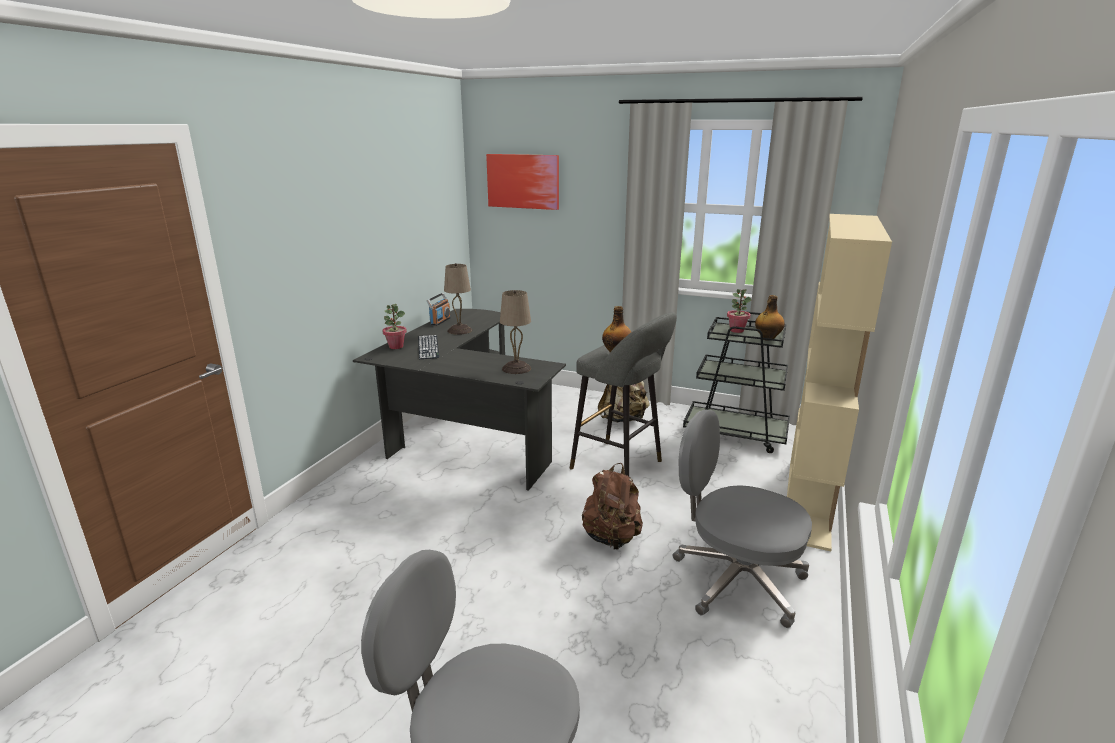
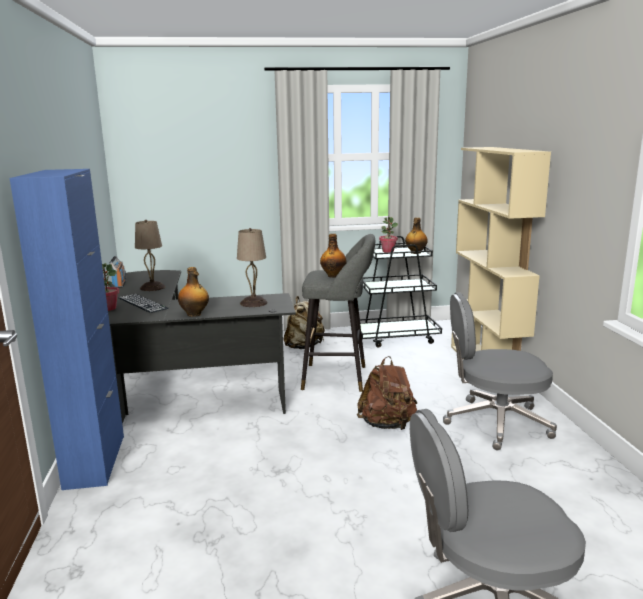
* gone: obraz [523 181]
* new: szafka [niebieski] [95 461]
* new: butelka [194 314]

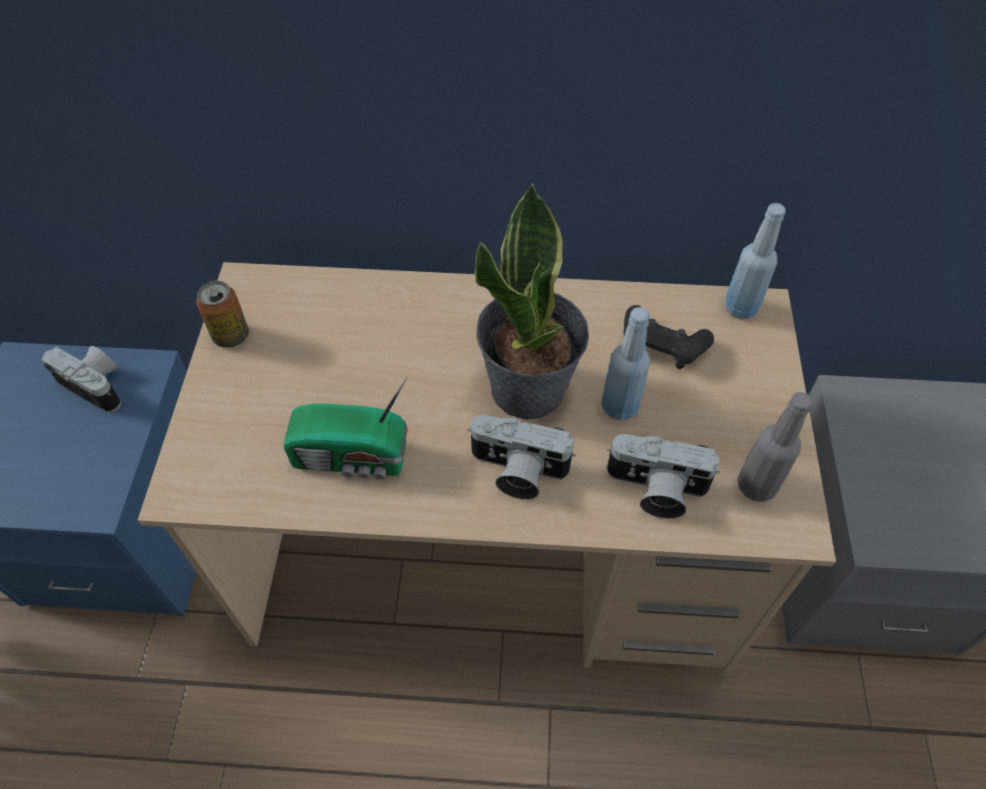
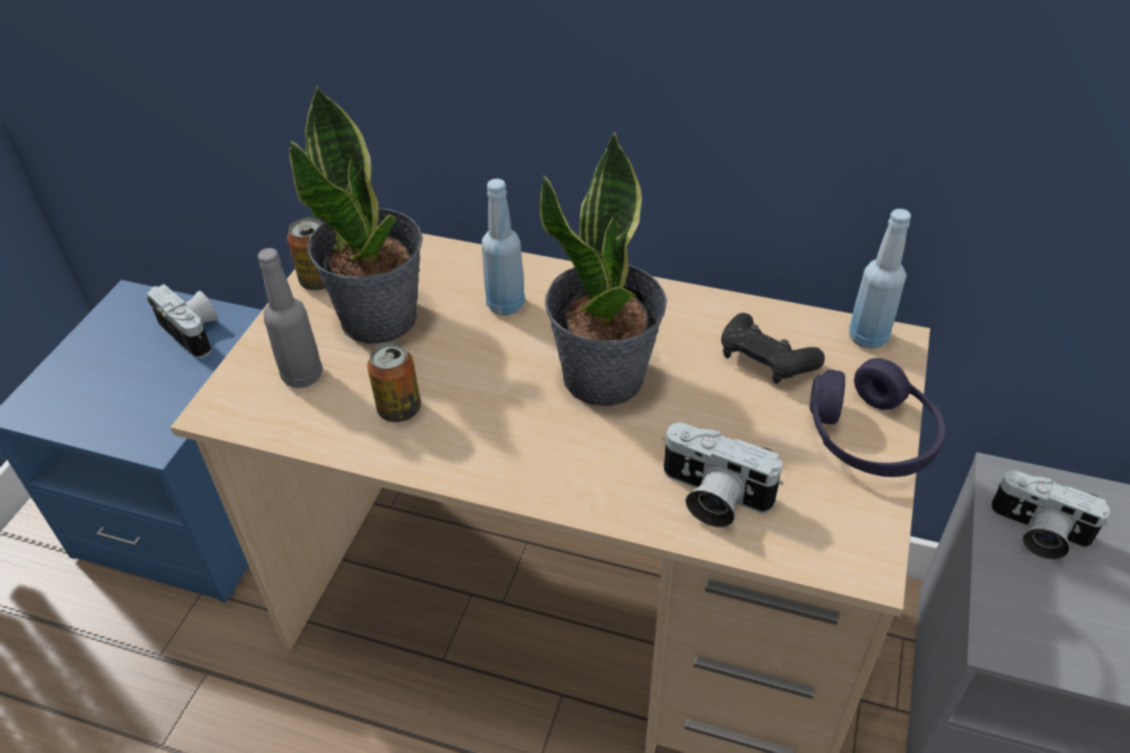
* shifted: butelka [niebieski] [619 406] to [505 305]
* swapped: radio [353 458] to puszka [399 409]
* shifted: butelka [szary] [756 486] to [303 376]
* shifted: aparat fotograficzny [516 471] to [1037 533]
* new: roślina doniczkowa [380 317]
* new: słuchawki [fioletowy] [870 437]

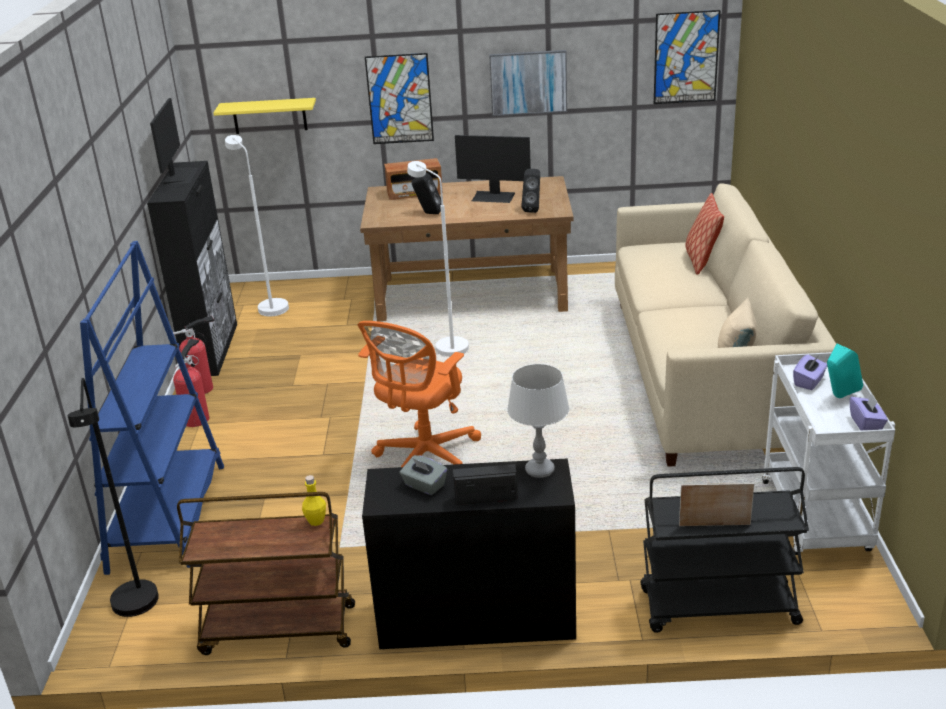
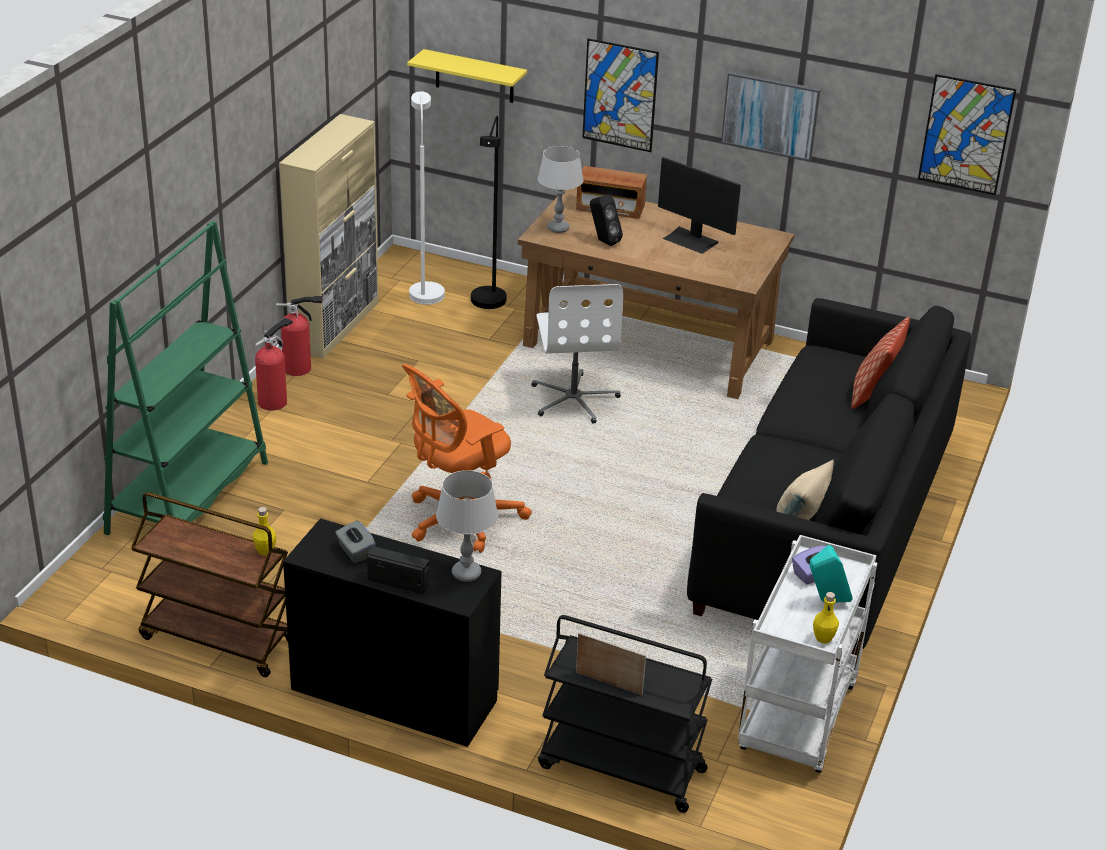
* gone: monitor [179 175]
* repainted: szafka [czarny] [212 349] to szafka [beżowy] [335 325]
* swapped: lampa stojąca [biały] [446 345] to krzesło biurowe [biały] [574 399]
* gone: głośnik [czarny] [533 209]
* repainted: kanapa [beżowy] [706 373] to kanapa [czarny] [827 525]
* repainted: regał [niebieski] [168 517] to regał [zielony] [188 497]
* shifted: lampa stojąca [czarny] [137 609] to [488 305]
* swapped: pudełko chusteczek [fioletowy] [866 424] to butelka [żółty] [823 638]
* new: lampa stołowa [szary] [558 228]

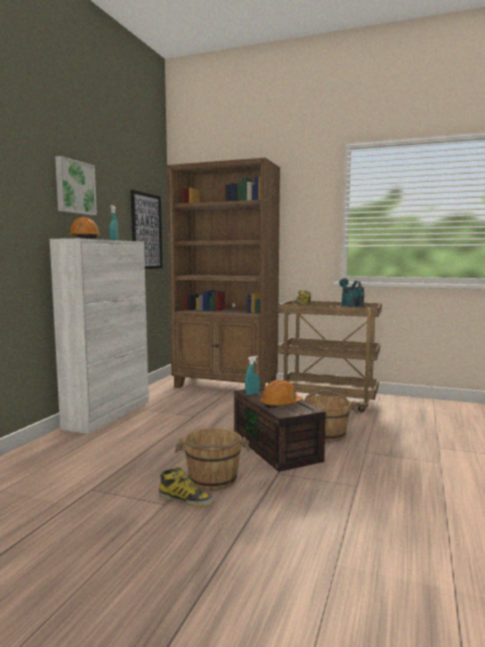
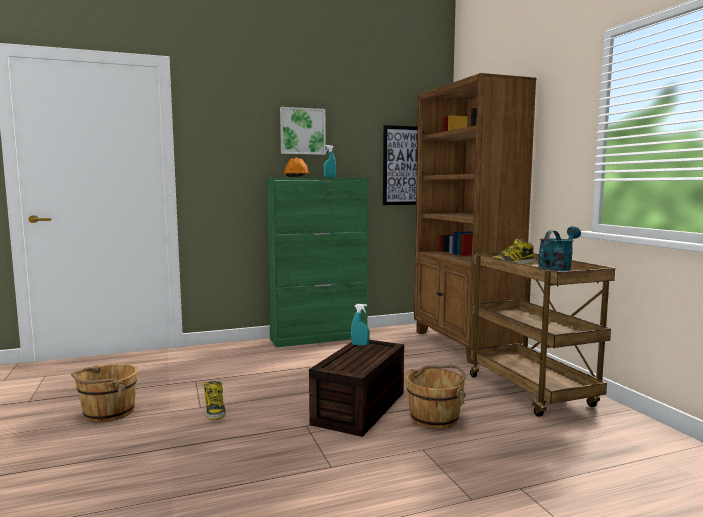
* repainted: szafka [biały] [109 414] to szafka [zielony] [319 338]
* gone: kask [pomarańczowy] [280 404]
* shifted: wiadro [brązowy] [213 479] to [108 412]

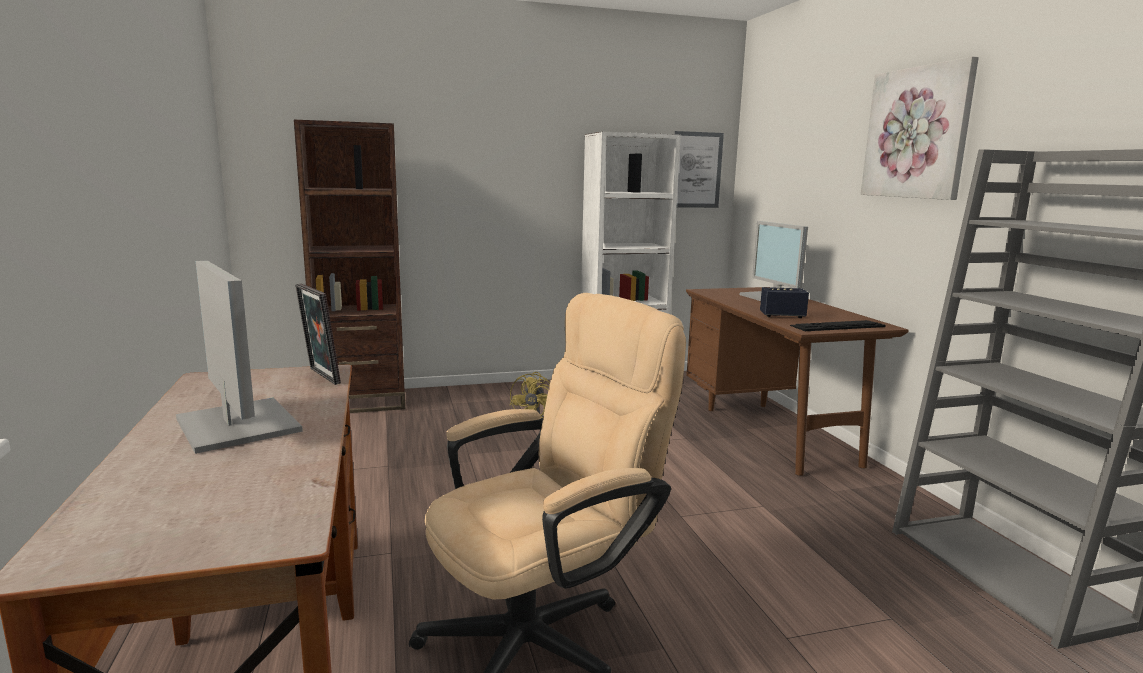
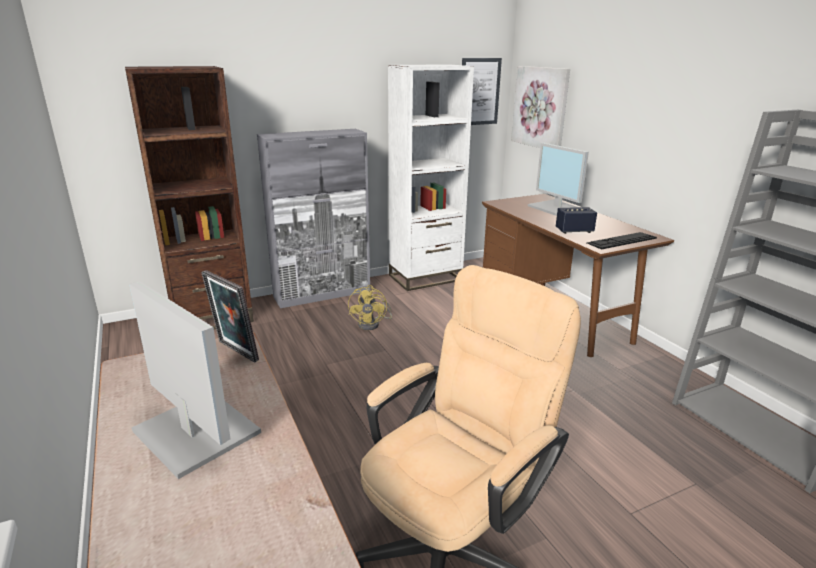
* shifted: obraz [917 133] to [540 107]
* new: szafka [szary] [323 294]

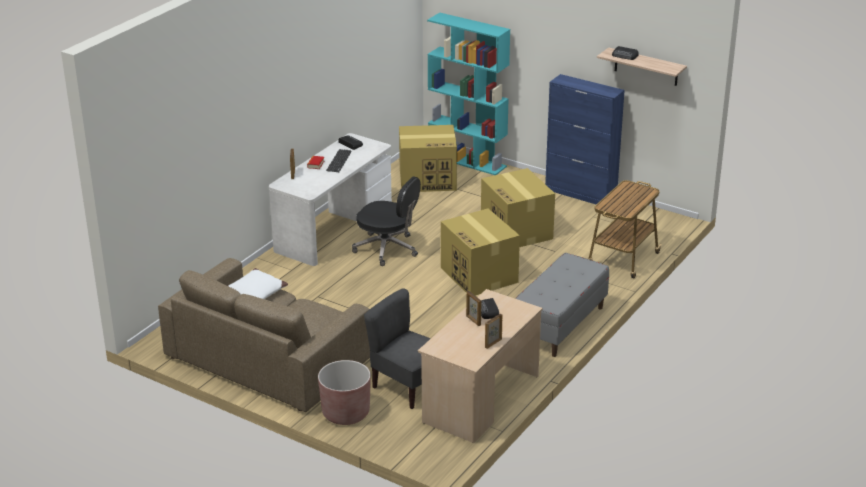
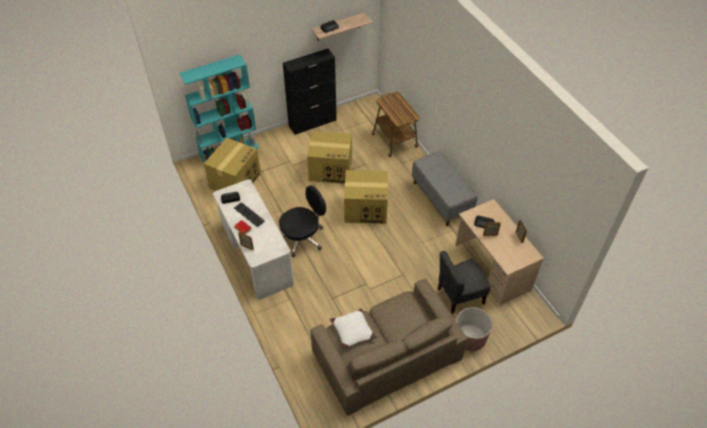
* repainted: szafka [niebieski] [581 194] to szafka [czarny] [313 123]

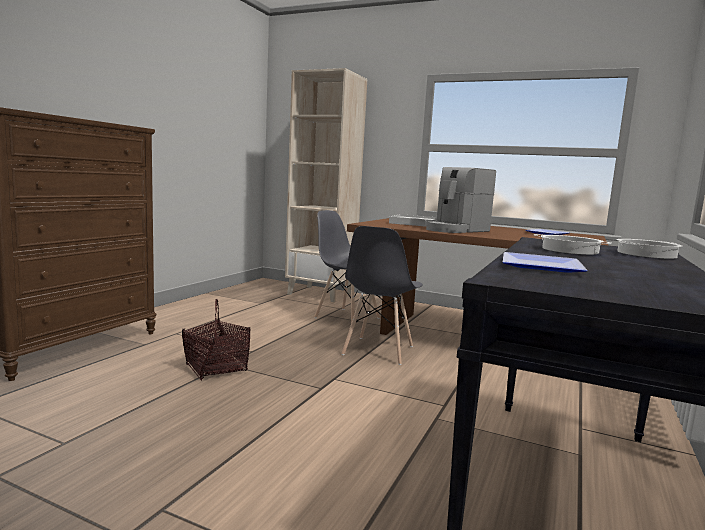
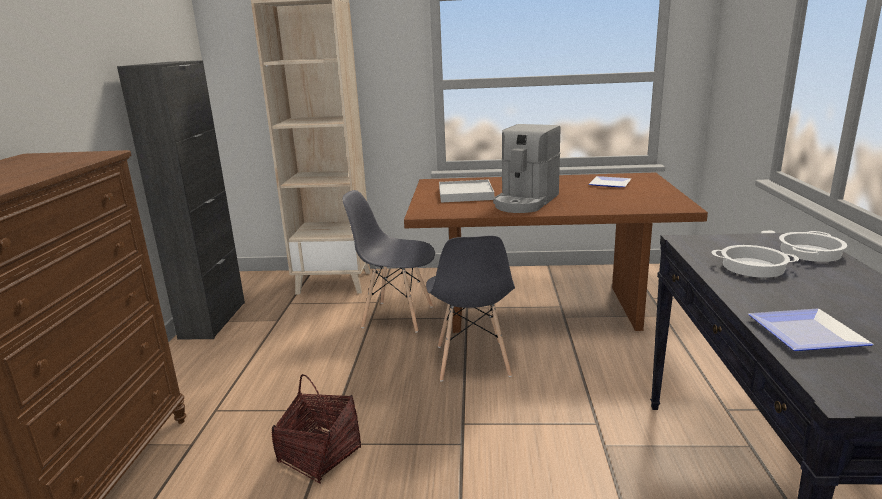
* new: szafka [czarny] [213 320]

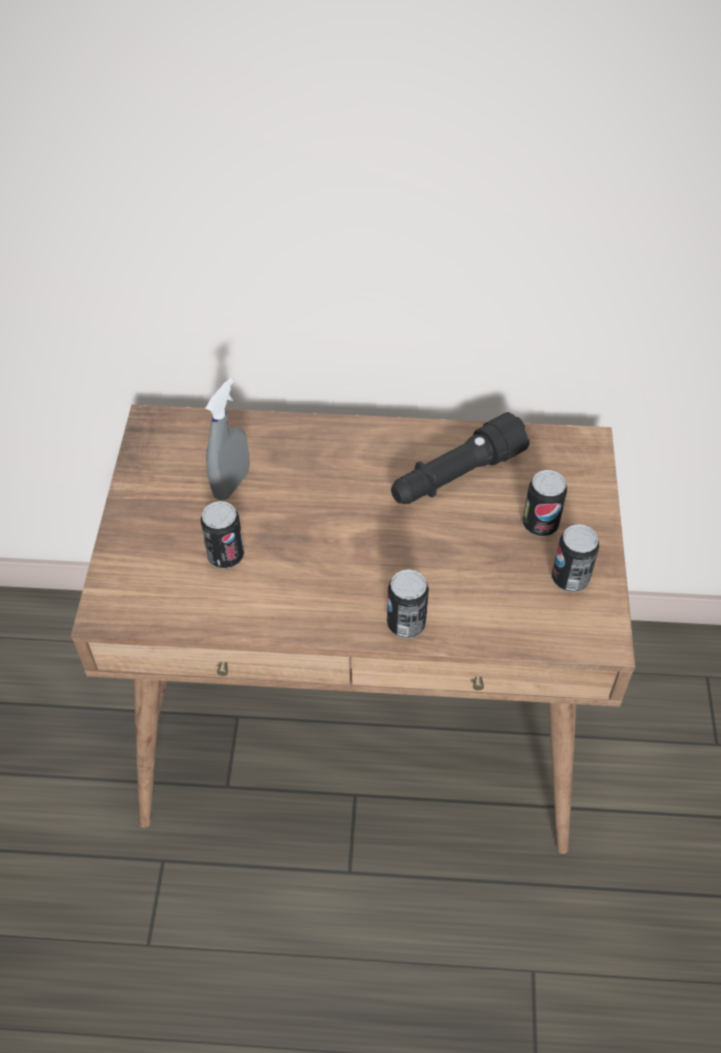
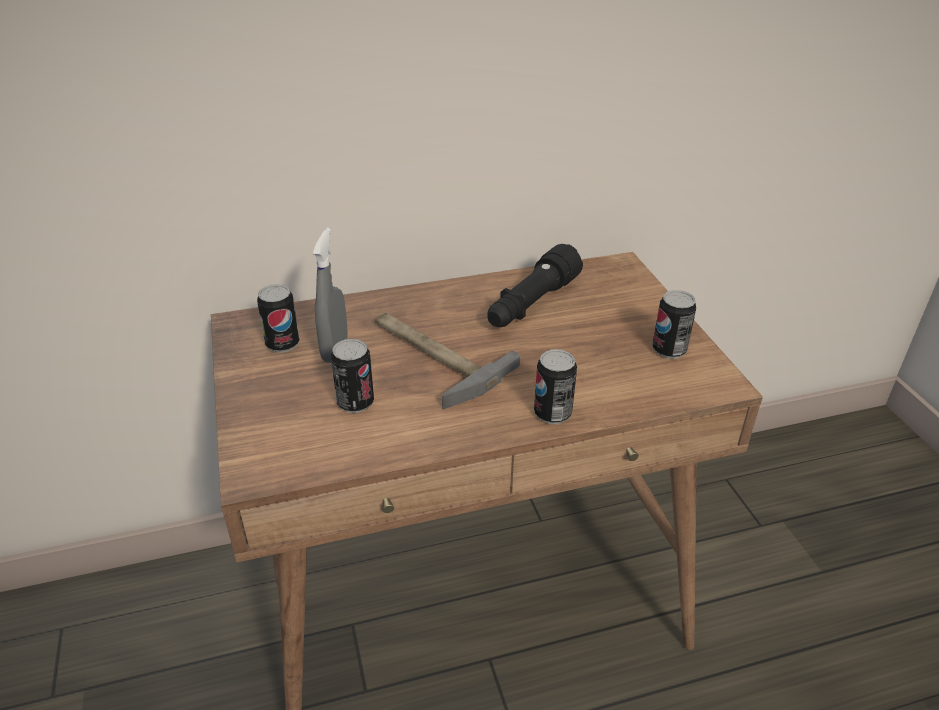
* shifted: puszka [540 524] to [283 344]
* new: młotek [431 356]

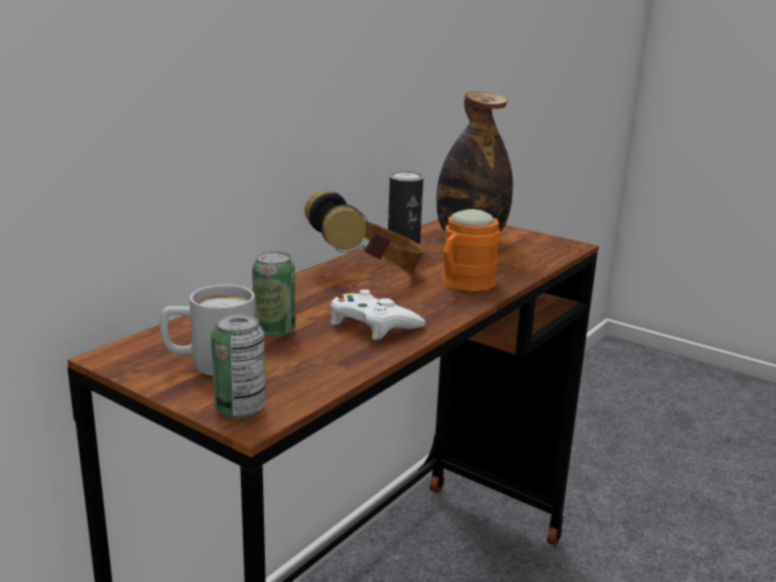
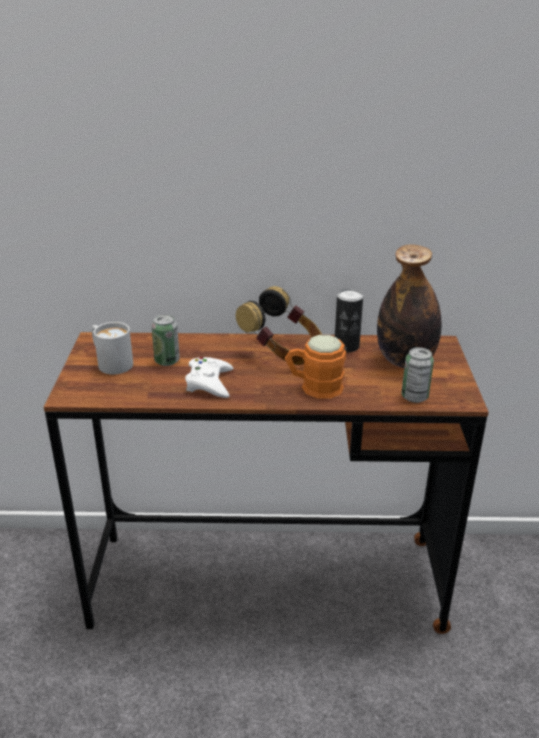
* shifted: puszka [240 408] to [414 397]

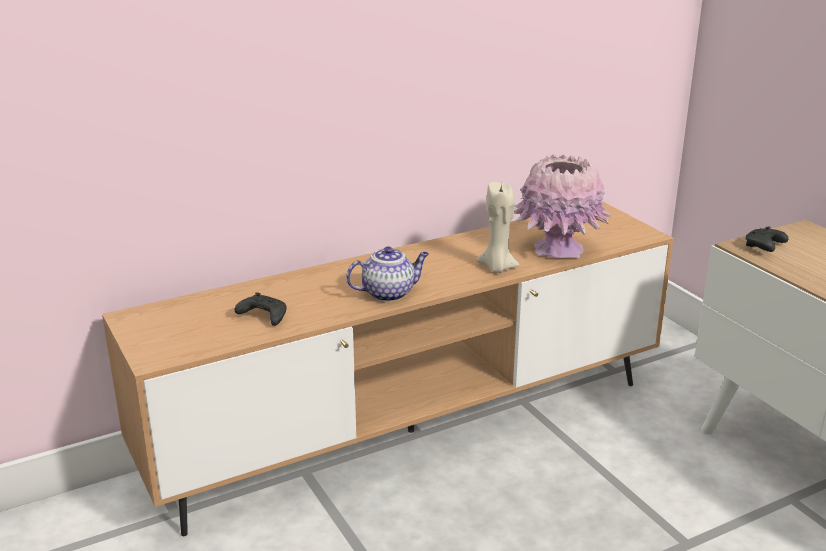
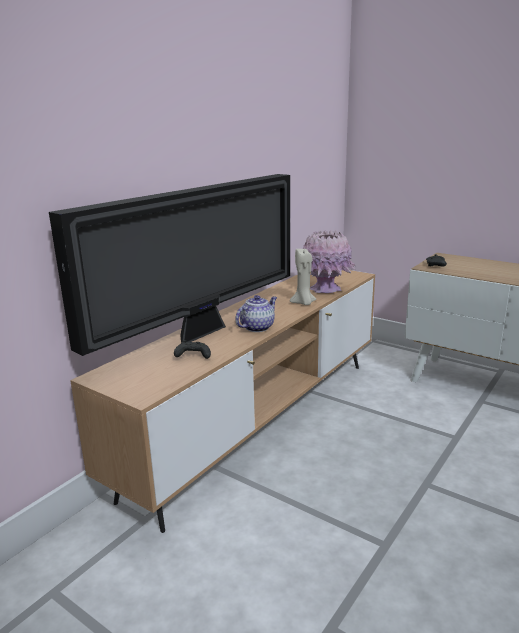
* new: telewizor [202 332]

